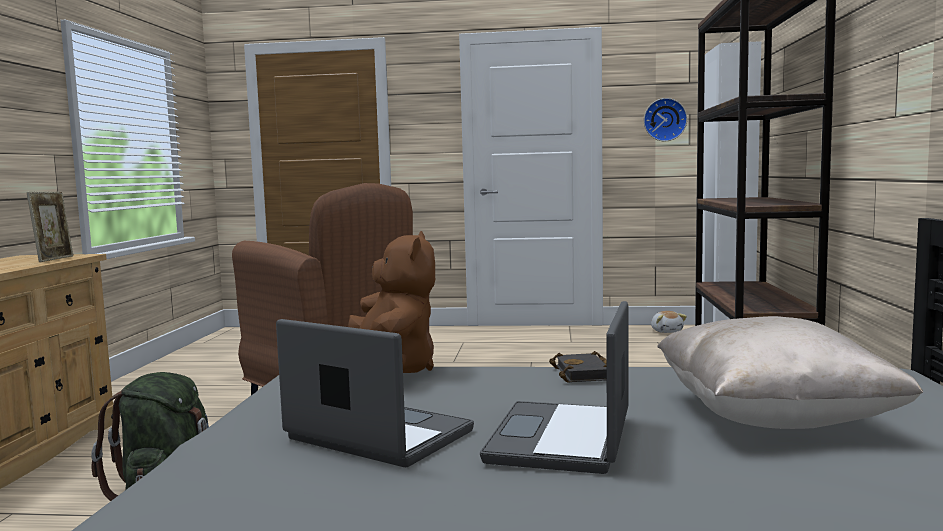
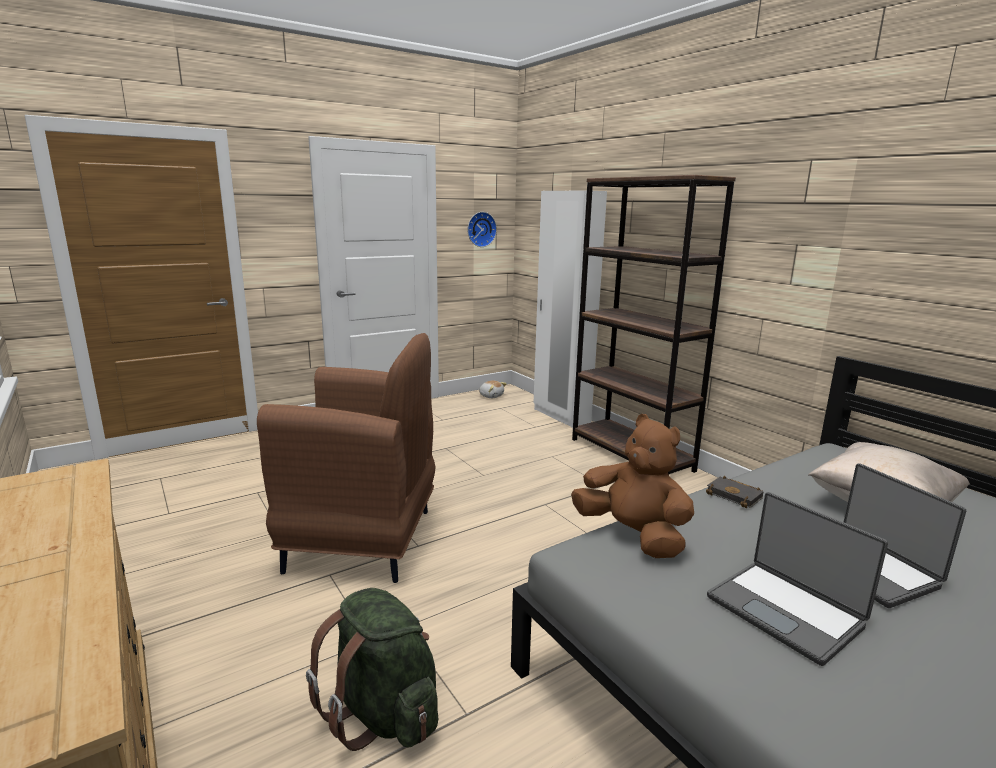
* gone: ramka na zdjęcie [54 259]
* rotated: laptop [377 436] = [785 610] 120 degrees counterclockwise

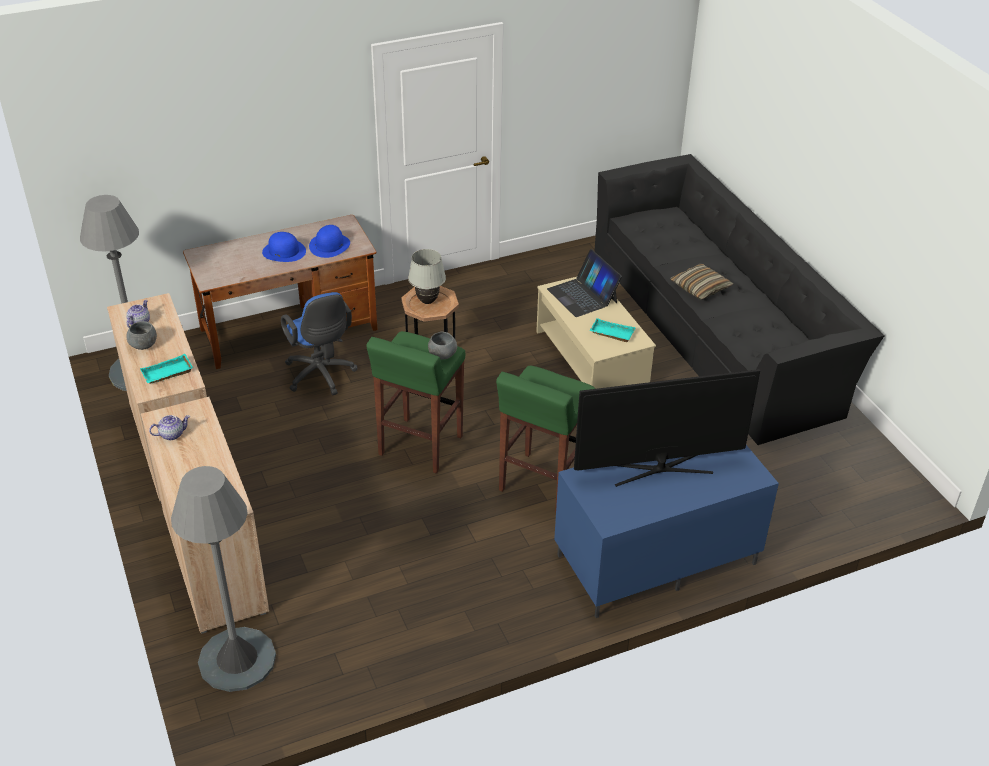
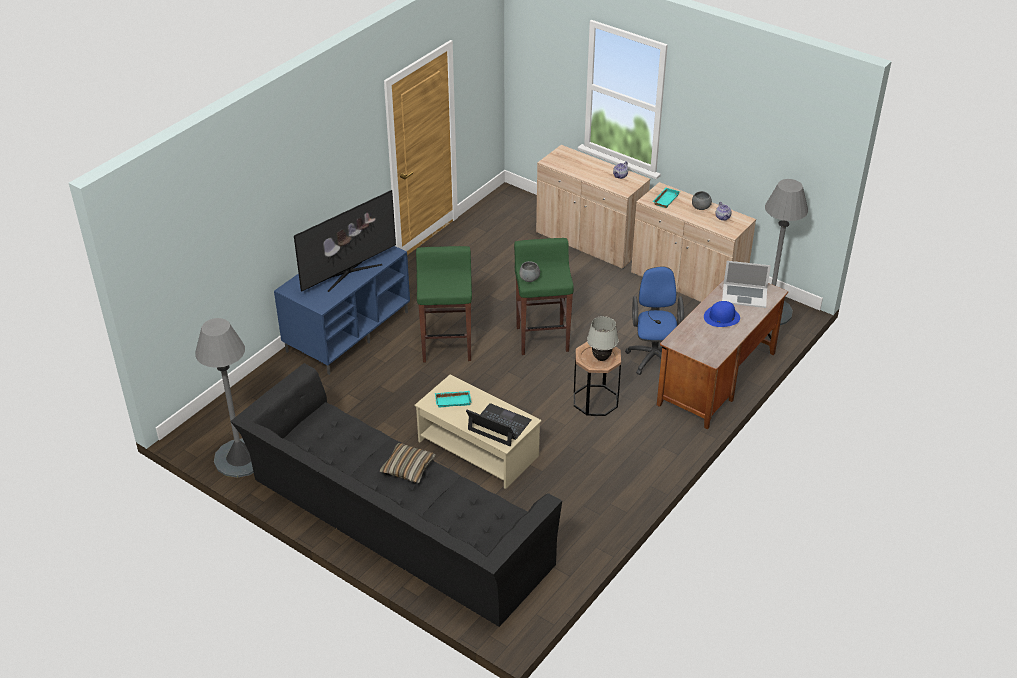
* gone: kapelusz [niebieski] [329 245]
* rotated: krzesło biurowe [niebieski] [321 376] = [654 356] 60 degrees clockwise
* shifted: lampa stojąca [szary] [237 659] to [240 458]
* new: laptop [744 295]

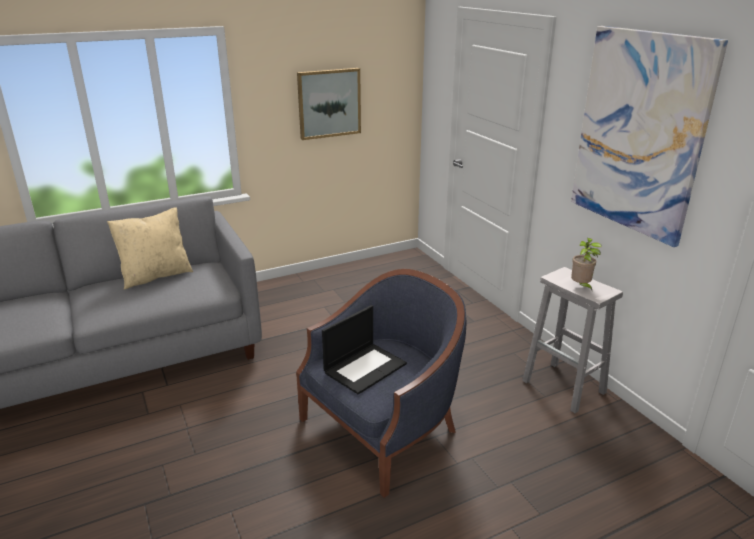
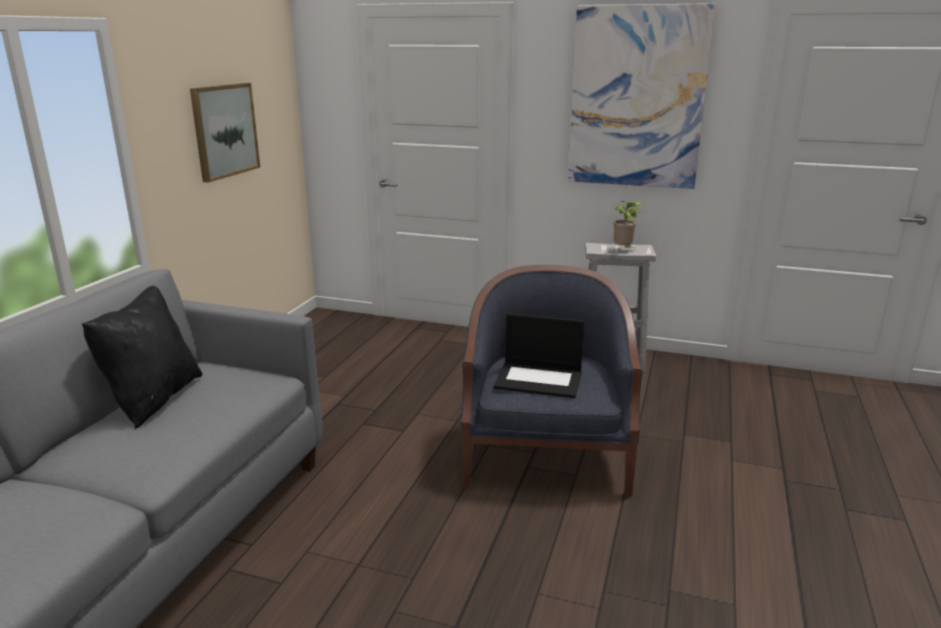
* repainted: poduszka [beżowy] [156 276] to poduszka [czarny] [153 399]
* rotated: laptop [365 367] = [539 380] 105 degrees clockwise

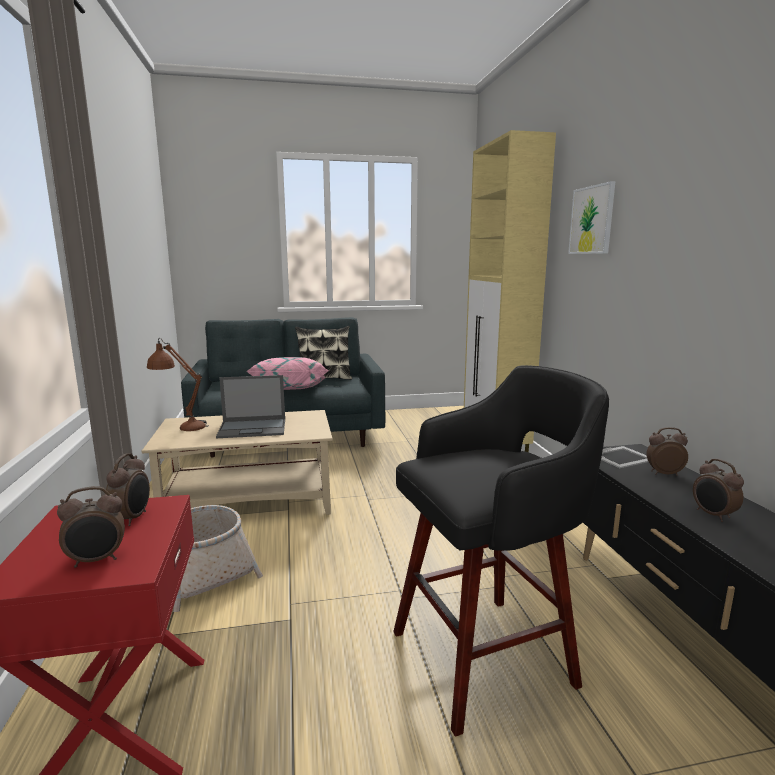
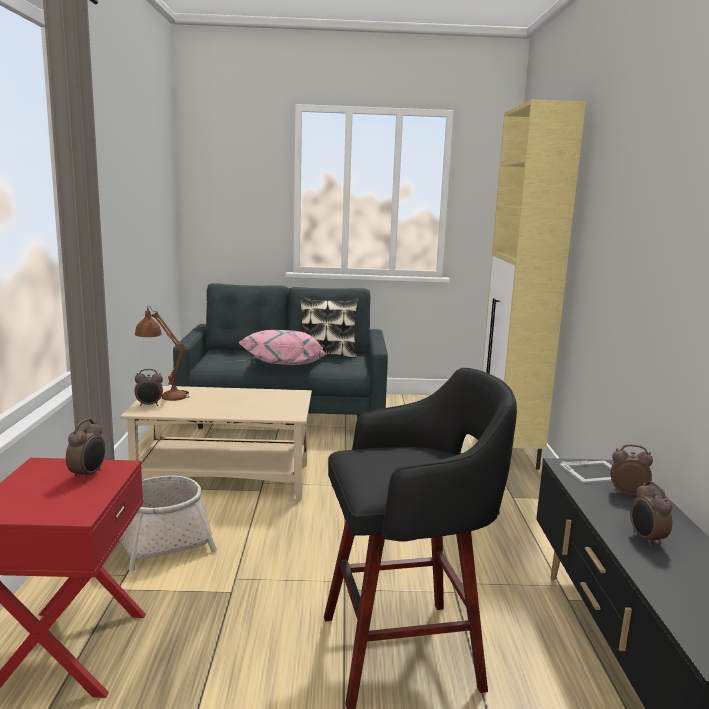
* gone: obraz [592 220]
* gone: laptop [253 428]
* shifted: budzik [97 560] to [149 405]

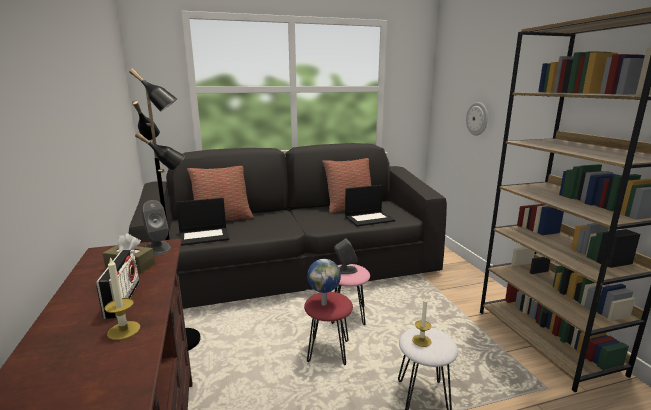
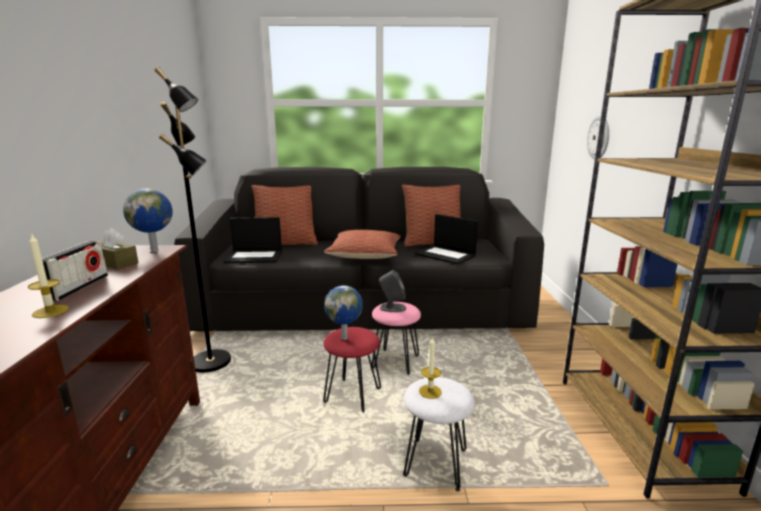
* rotated: laptop [369 218] = [446 255] 45 degrees clockwise
* swapped: głośnik [szary] [157 248] to globus [155 251]
* new: poduszka [365 255]

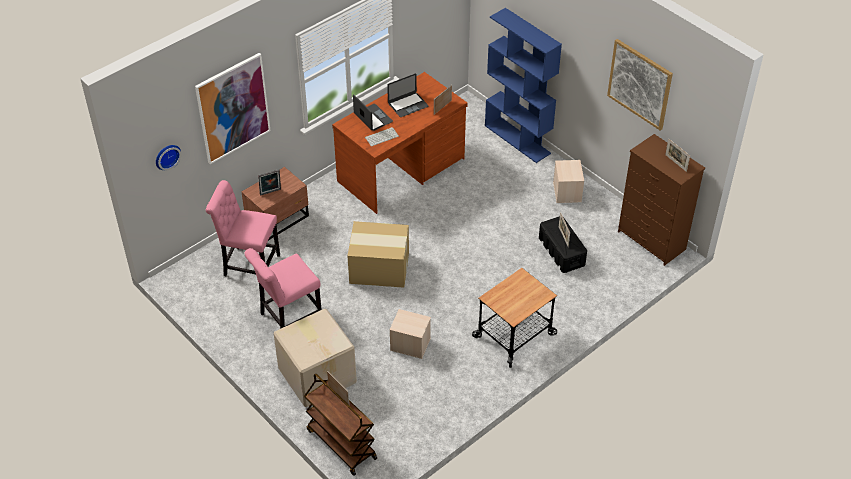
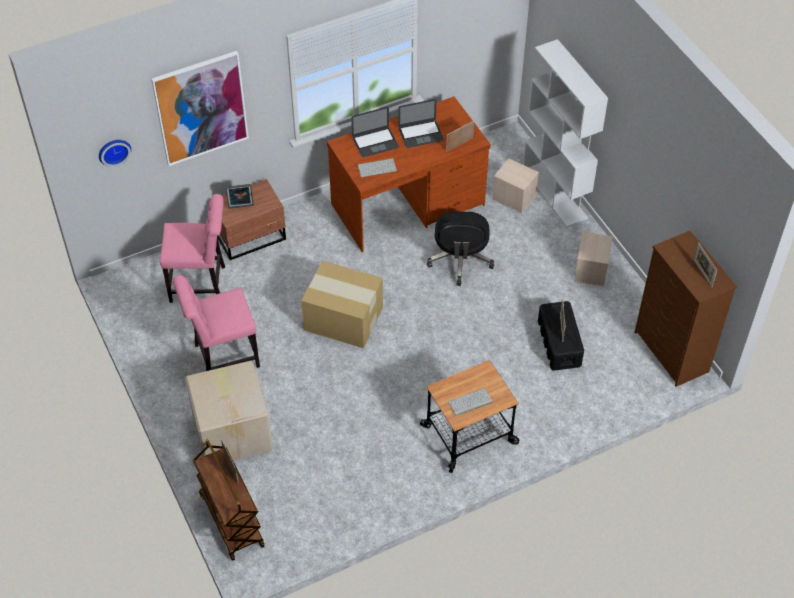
* repainted: regał [niebieski] [518 139] to regał [biały] [555 193]
* gone: obraz [640 84]
* rotated: laptop [373 118] = [375 142] 90 degrees clockwise
* rotated: krzesło [różowy] [249 265] = [201 284] 150 degrees clockwise
* shifted: pojemnik do przechowywania [beżowy] [409 344] to [513 197]
* new: krzesło biurowe [czarny] [460 260]
* new: klawiatura [470 403]

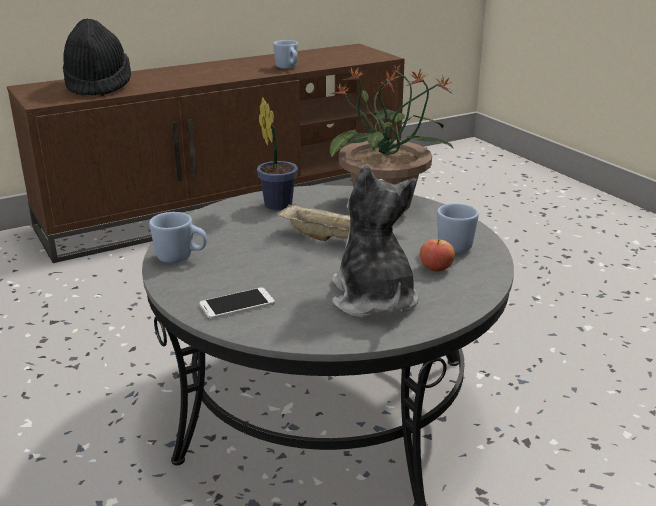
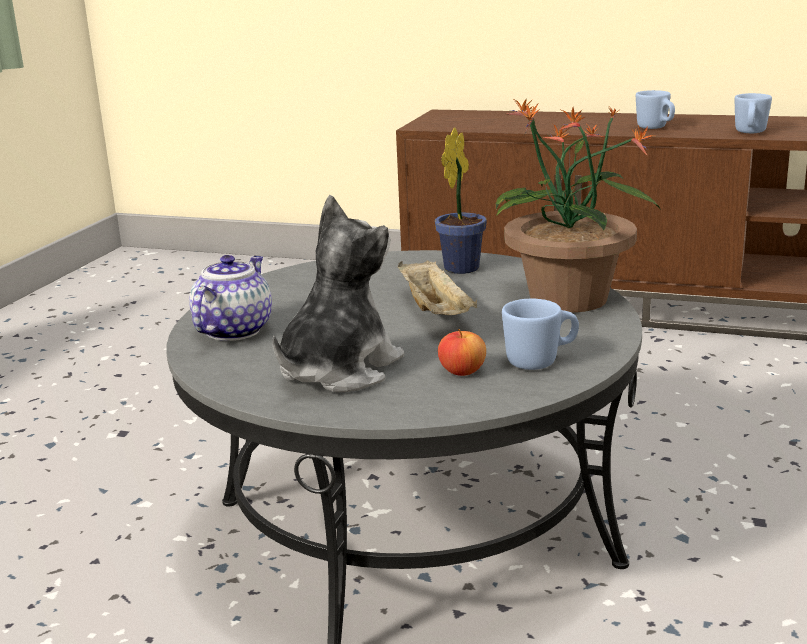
* gone: kapelusz [czarny] [98 86]
* shifted: kubek [niebieski] [181 258] to [655 128]
* swapped: telefon [237 304] to imbryk [234 330]

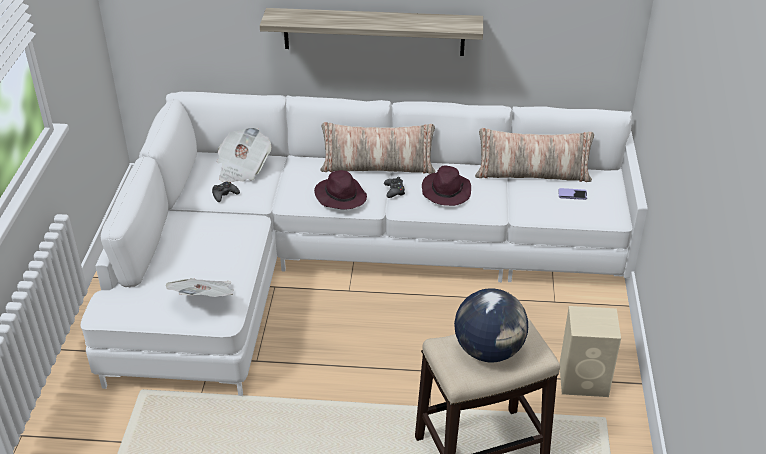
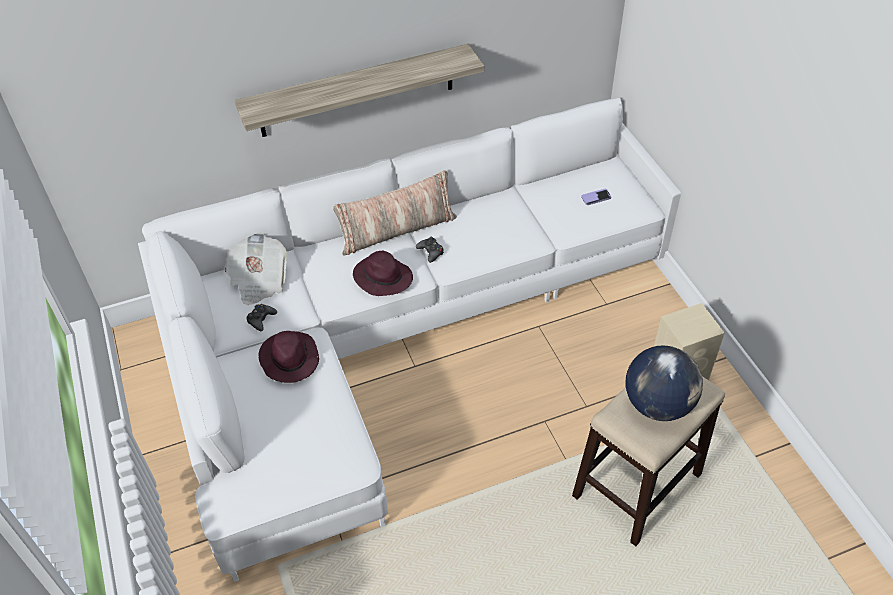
* gone: poduszka [532 174]
* shifted: kapelusz [fioletowy] [446 191] to [289 359]
* gone: gazeta [205 300]

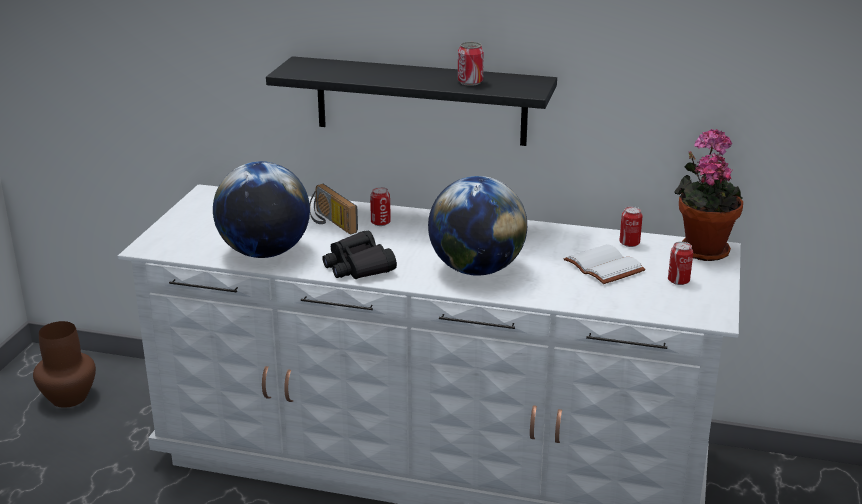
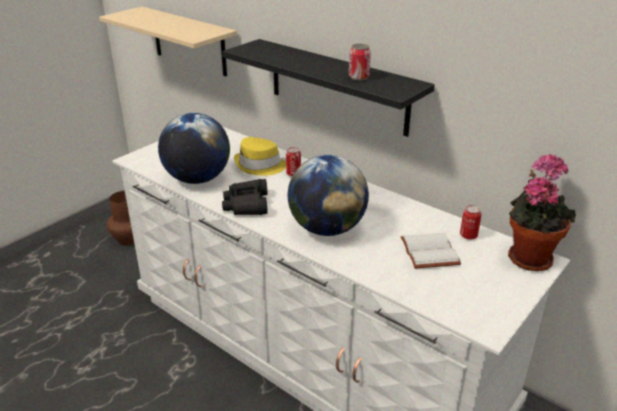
* swapped: radio [330 222] to kapelusz [żółty] [260 166]
* gone: puszka [678 281]
* new: półka [beżowy] [189 41]

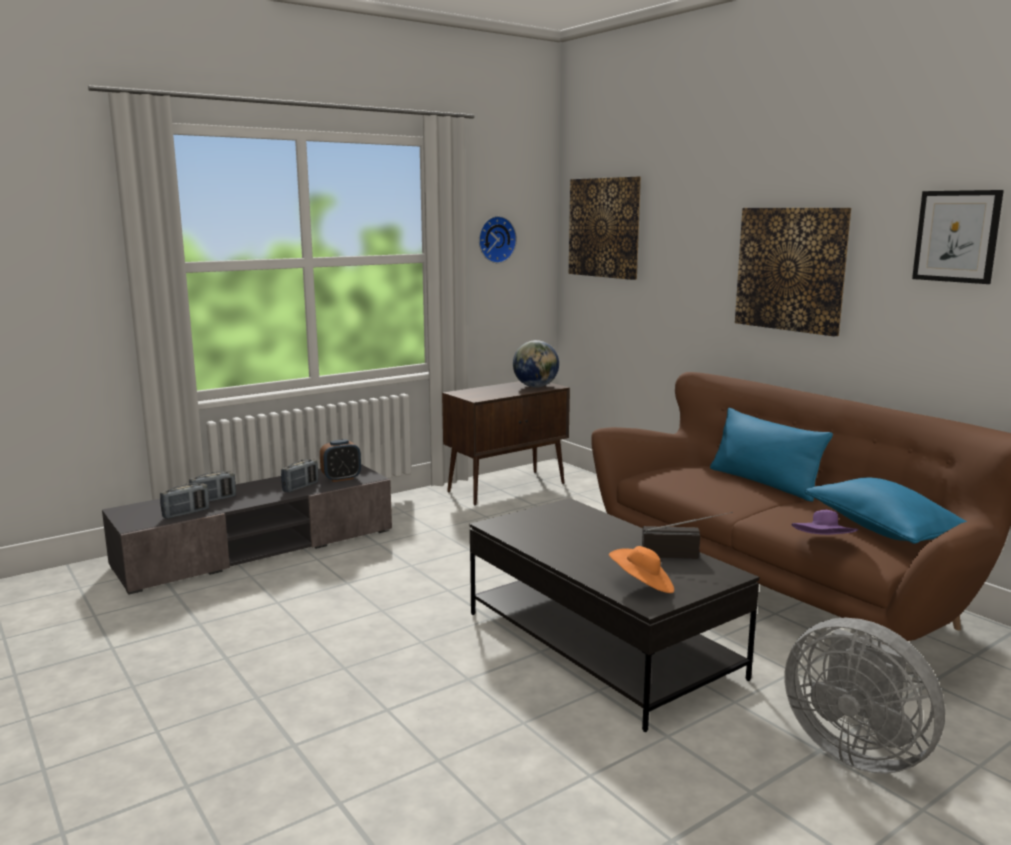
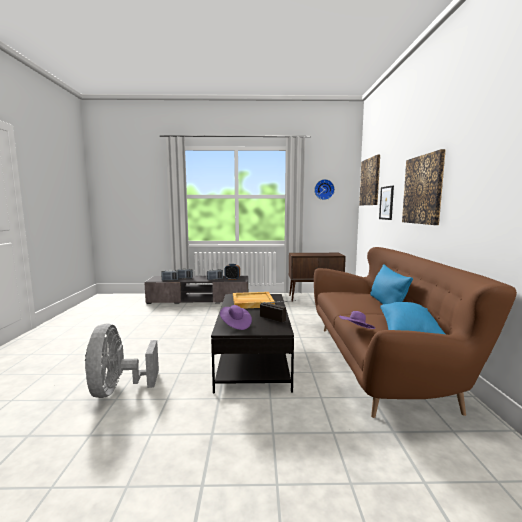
* shifted: obraz [956 236] to [386 203]
* gone: globus [536 386]
* repainted: kapelusz [pomarańczowy] [642 586] to kapelusz [fioletowy] [235 325]
* shifted: wentylator [szary] [855 750] to [118 390]
* new: taca [beżowy] [252 302]

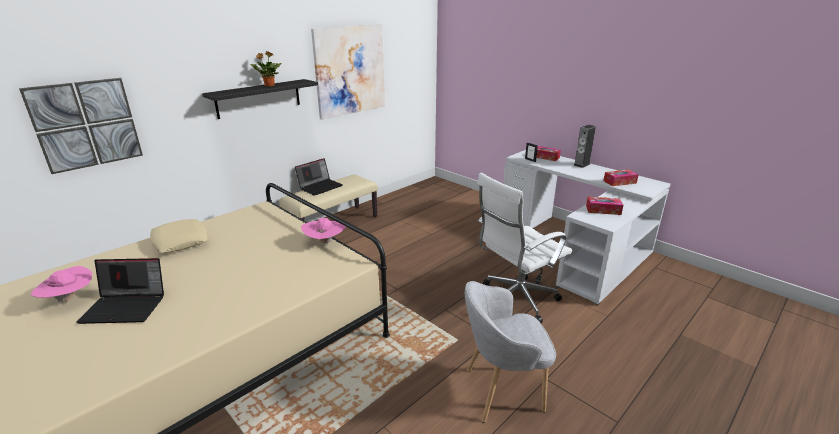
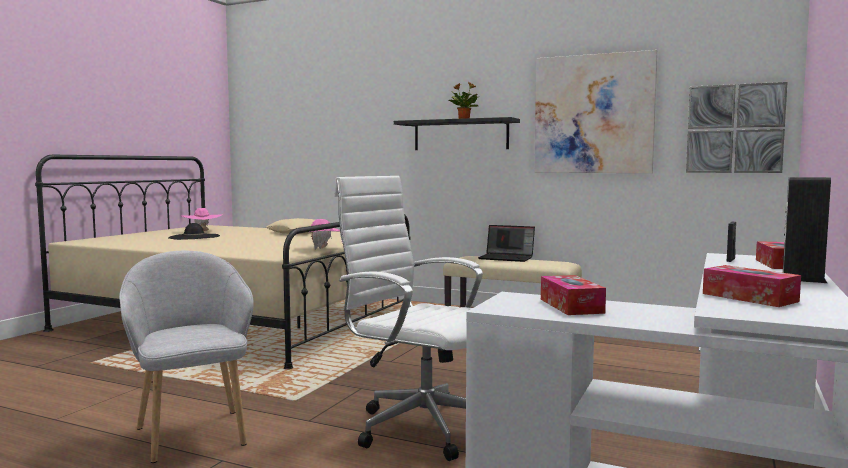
* shifted: obraz [86 124] to [734 128]
* swapped: laptop [127 306] to kapelusz [czarny] [194 237]

